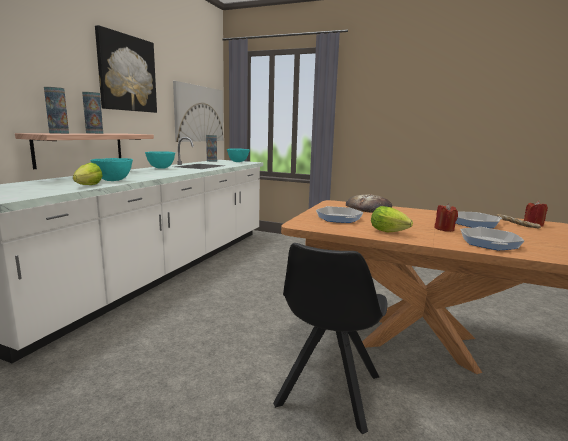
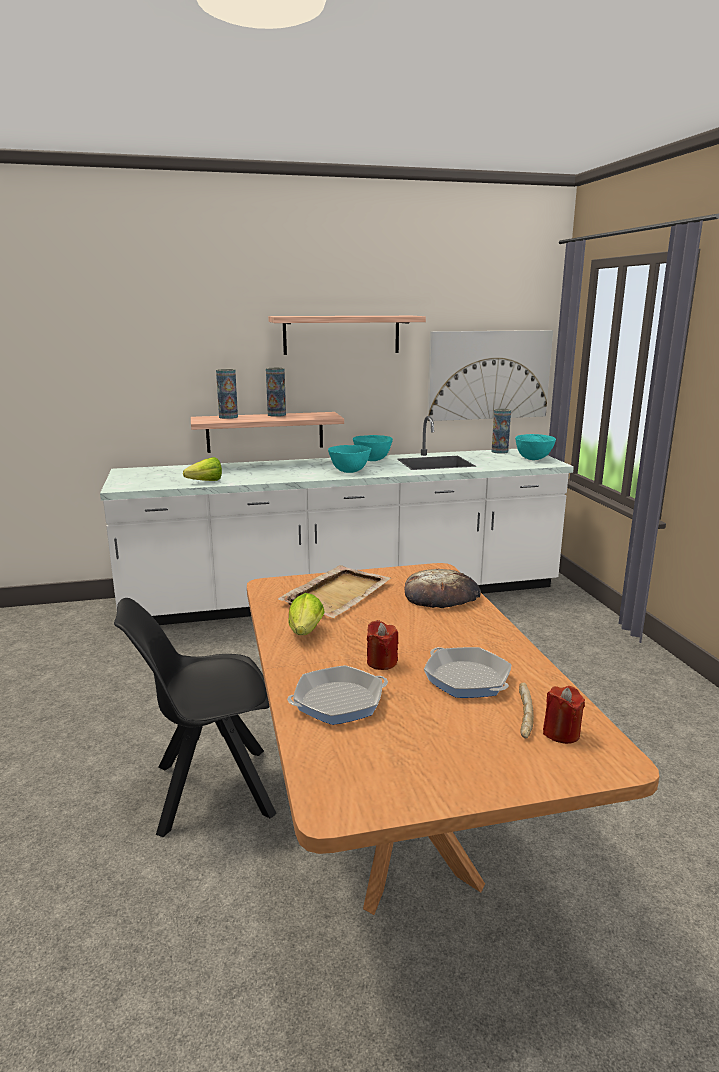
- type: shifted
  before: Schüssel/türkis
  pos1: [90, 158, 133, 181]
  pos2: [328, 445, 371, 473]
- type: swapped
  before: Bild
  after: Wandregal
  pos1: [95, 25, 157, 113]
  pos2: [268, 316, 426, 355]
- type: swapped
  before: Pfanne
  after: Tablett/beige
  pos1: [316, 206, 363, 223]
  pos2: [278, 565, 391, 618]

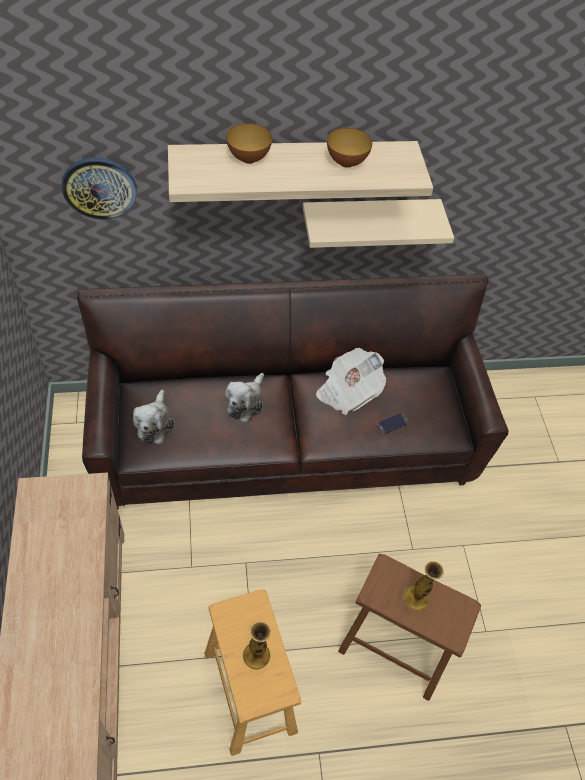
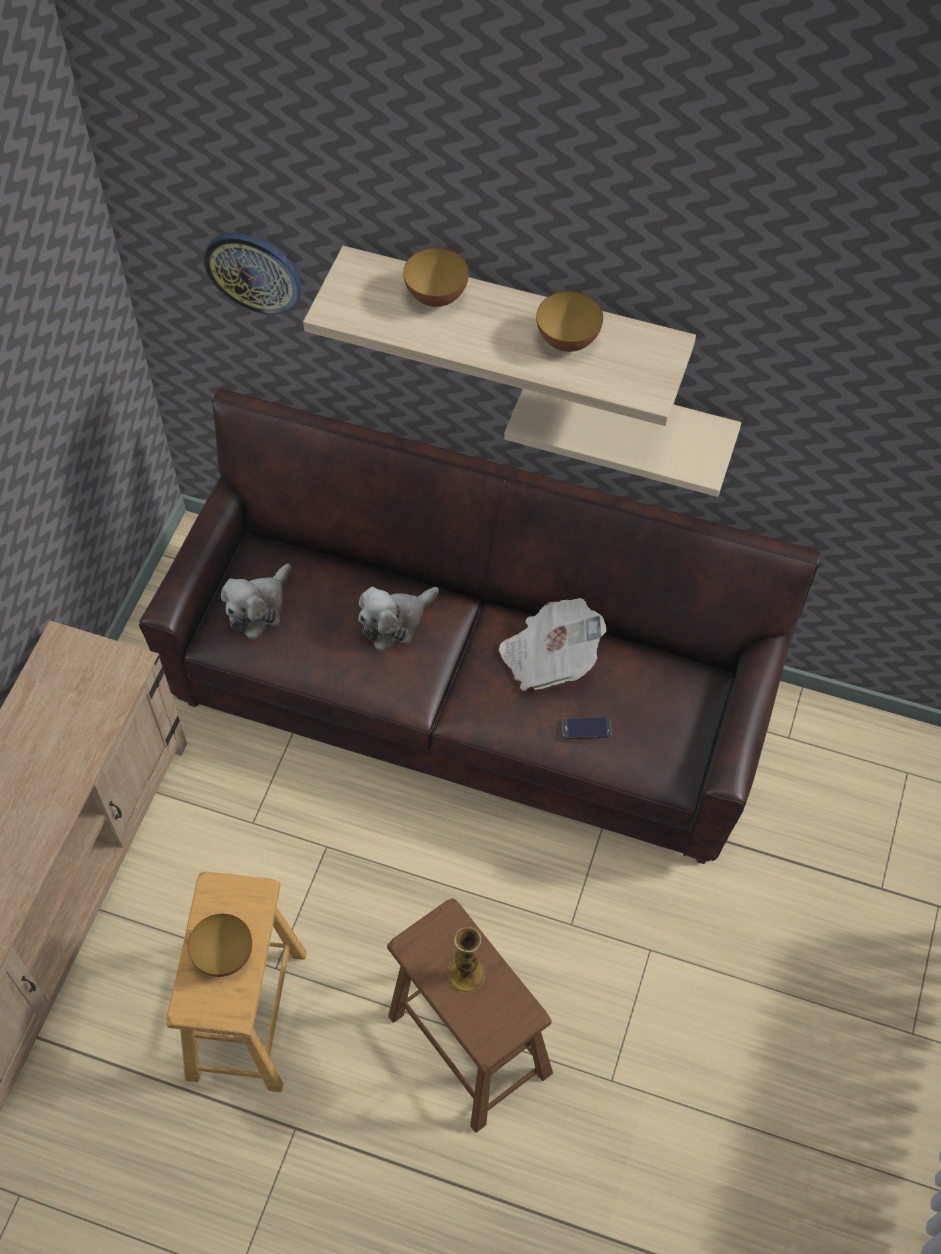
- type: swapped
  before: Vase
  after: Schüssel
  pos1: [243, 622, 271, 670]
  pos2: [188, 914, 252, 977]

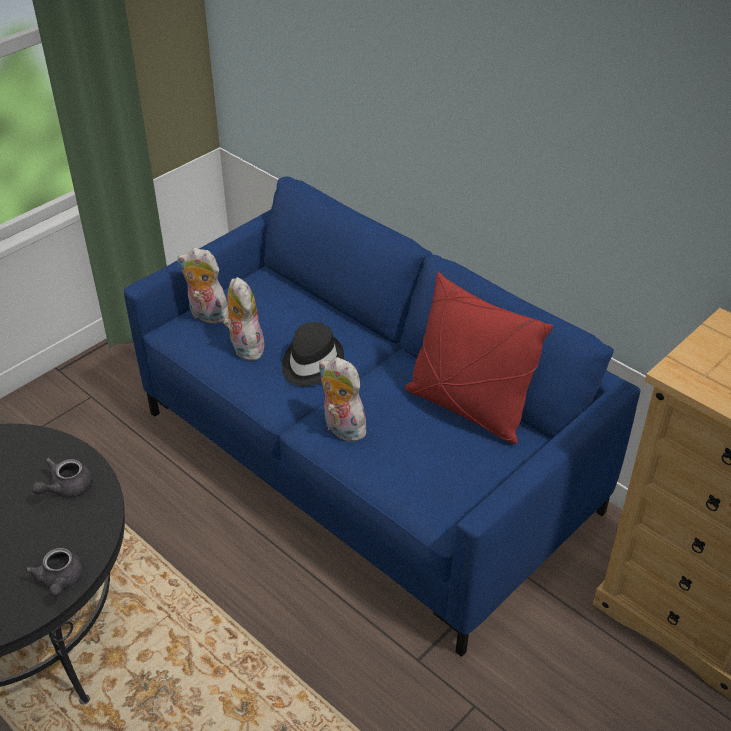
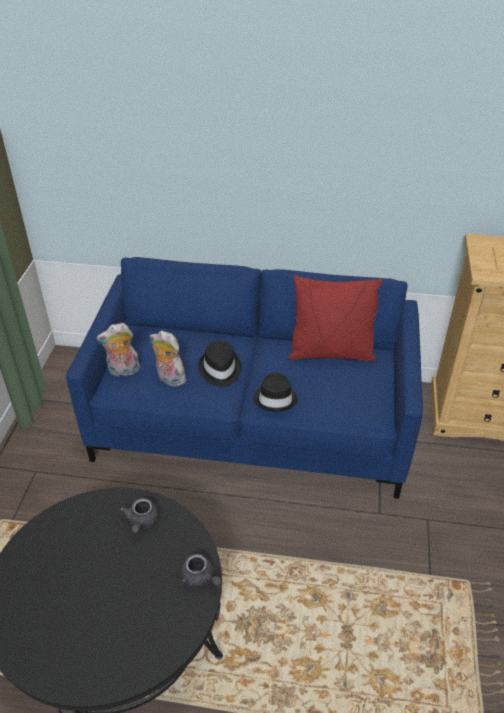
- type: swapped
  before: Plüschtier
  after: Hut/schwarz
  pos1: [319, 357, 368, 442]
  pos2: [253, 372, 298, 411]

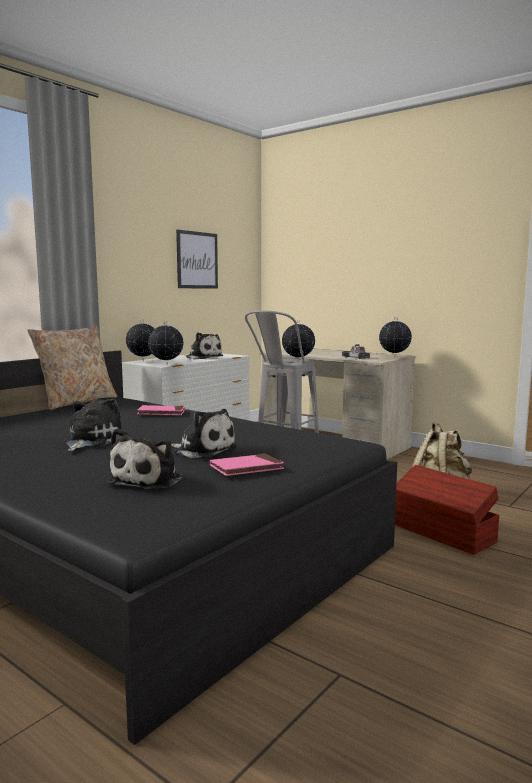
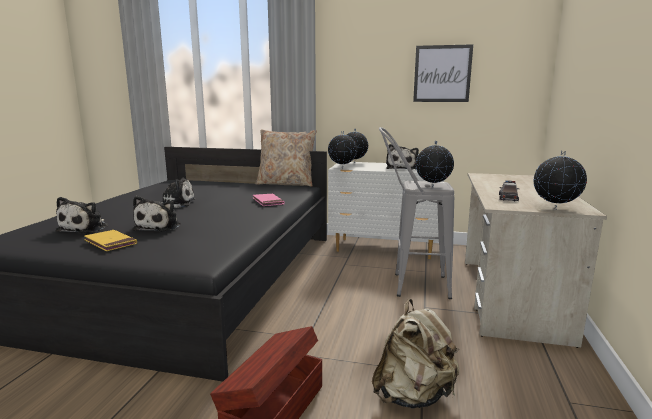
- type: rotated
  before: Plüschtier
  pos1: [107, 428, 182, 490]
  pos2: [55, 197, 108, 233]
  turn: -75
- type: repainted
  before: Buch/rosa
  after: Buch/gelb
  pos1: [210, 453, 284, 476]
  pos2: [84, 230, 137, 251]

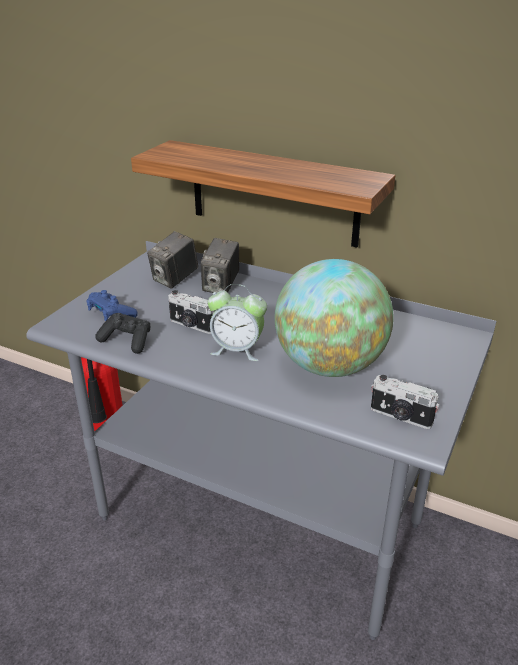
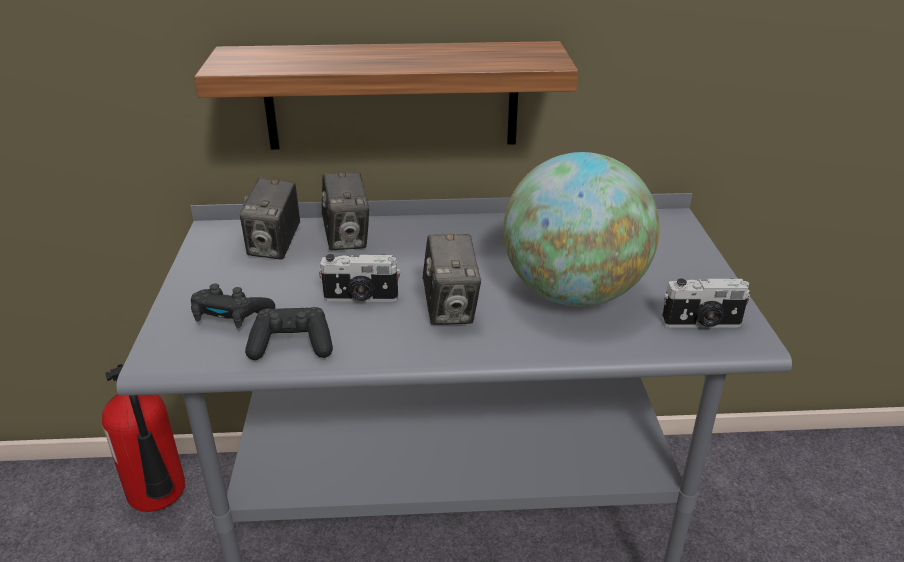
- type: repainted
  before: Gamepad/blau
  after: Gamepad/schwarz
  pos1: [87, 290, 138, 321]
  pos2: [191, 284, 275, 328]
- type: swapped
  before: Wecker
  after: Kamera
  pos1: [208, 284, 267, 361]
  pos2: [423, 234, 481, 325]

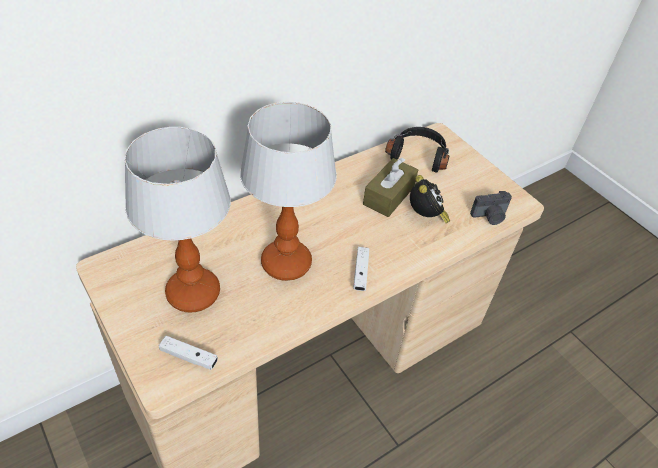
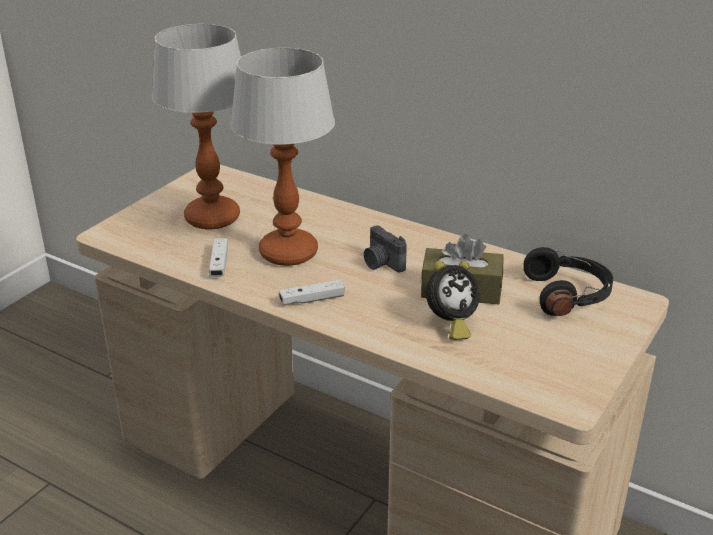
- type: shifted
  before: Gamepad/weiß
  pos1: [159, 336, 218, 370]
  pos2: [209, 238, 228, 277]
- type: shifted
  before: Kamera
  pos1: [470, 191, 512, 225]
  pos2: [364, 225, 407, 273]

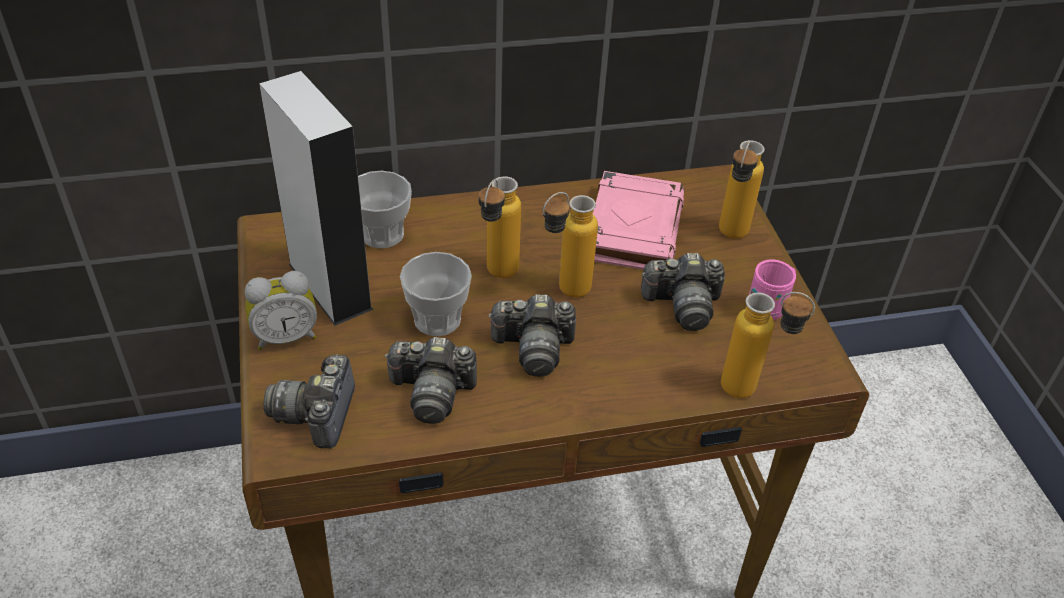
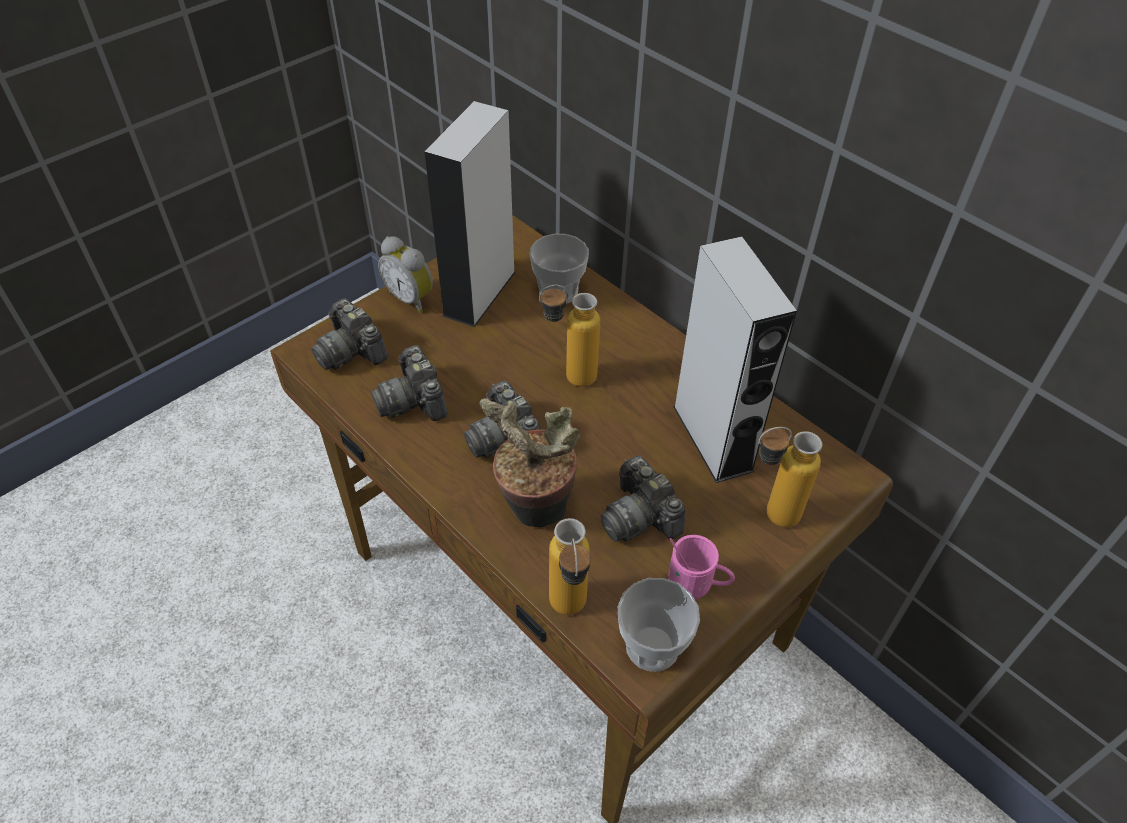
- type: rotated
  before: Kamera
  pos1: [263, 354, 355, 449]
  pos2: [311, 298, 388, 370]
  turn: -105
- type: shifted
  before: Tasse
  pos1: [400, 252, 472, 336]
  pos2: [618, 578, 700, 672]
- type: gone
  before: Flasche
  pos1: [543, 192, 598, 298]
- type: swapped
  before: Buch/rosa
  after: Lautsprecher/grau
  pos1: [593, 171, 684, 270]
  pos2: [673, 236, 797, 483]
- type: new
  after: Topfpflanze
  pos2: [479, 398, 580, 527]

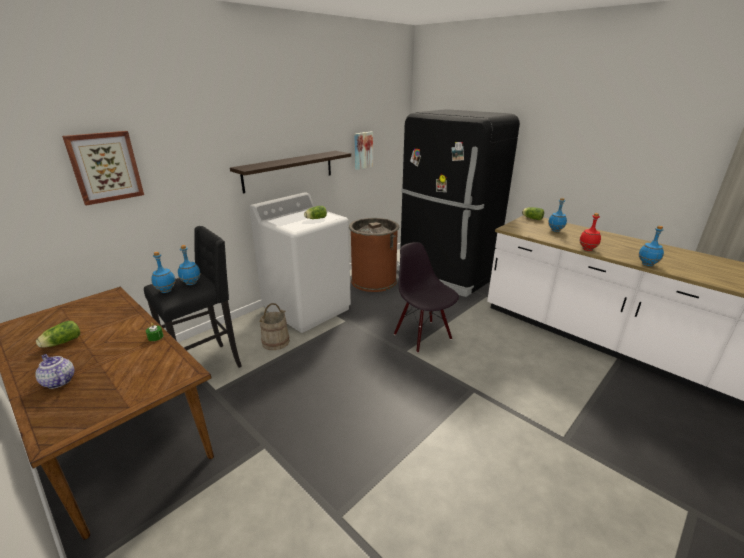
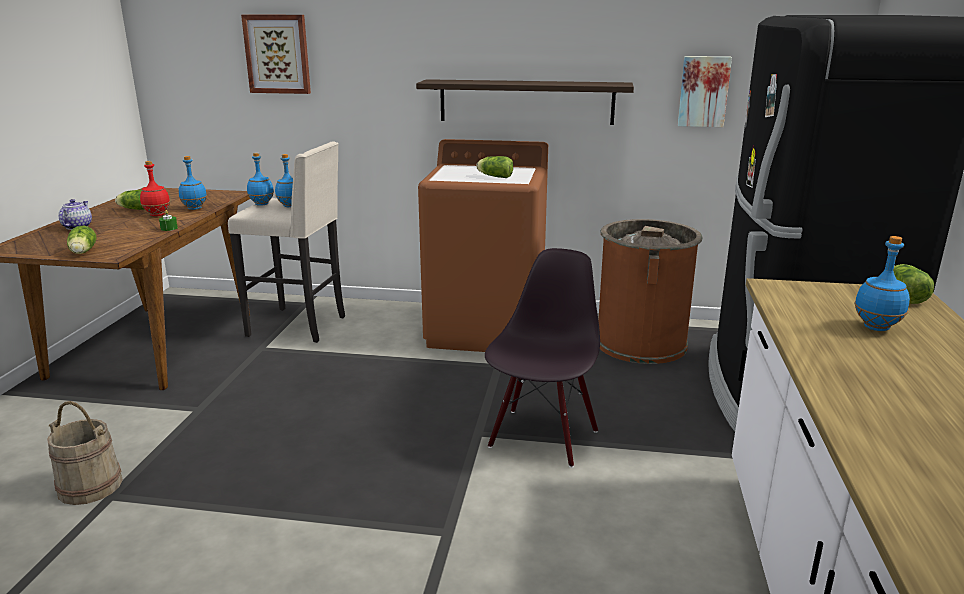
- type: repainted
  before: Hocker/schwarz
  after: Hocker/beige
  pos1: [144, 226, 242, 368]
  pos2: [228, 141, 345, 343]
- type: repainted
  before: Waschmaschine/weiß
  after: Waschmaschine/braun
  pos1: [249, 192, 351, 333]
  pos2: [418, 139, 548, 352]
- type: shifted
  before: Eimer/beige
  pos1: [259, 303, 290, 350]
  pos2: [47, 401, 123, 505]
- type: shifted
  before: Flasche/rot
  pos1: [579, 213, 601, 251]
  pos2: [140, 161, 170, 216]
- type: shifted
  before: Flasche/blau
  pos1: [638, 226, 664, 266]
  pos2: [178, 156, 207, 210]
- type: new
  after: Salatkopf
  pos2: [67, 226, 97, 254]

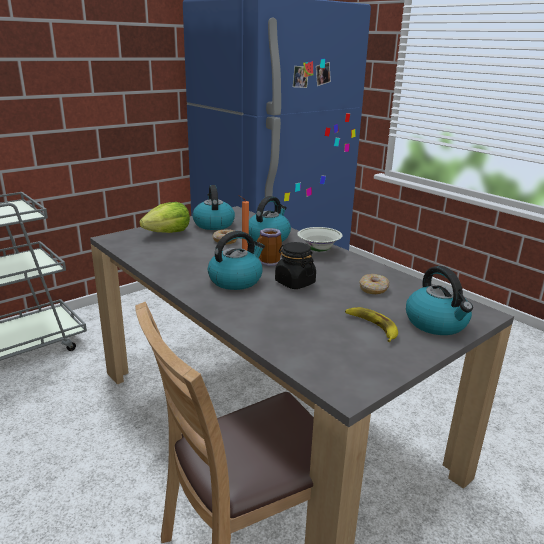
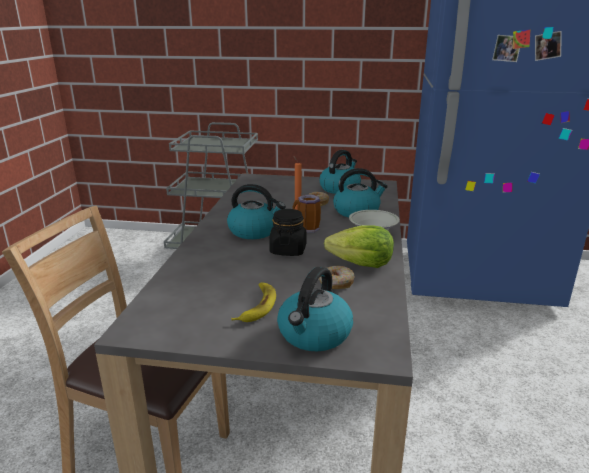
- type: shifted
  before: Salatkopf
  pos1: [139, 202, 190, 233]
  pos2: [324, 225, 394, 268]

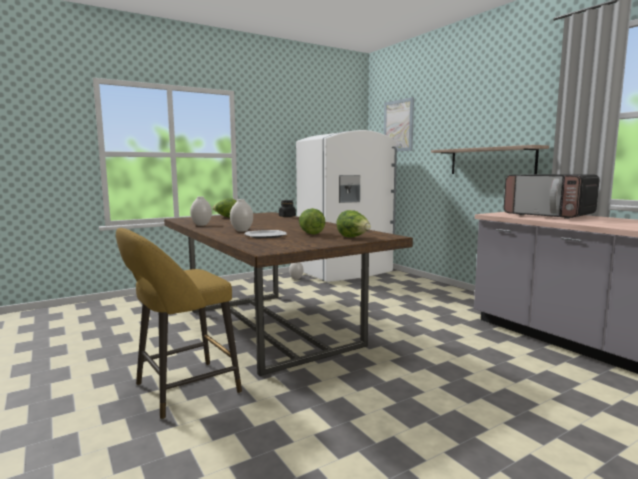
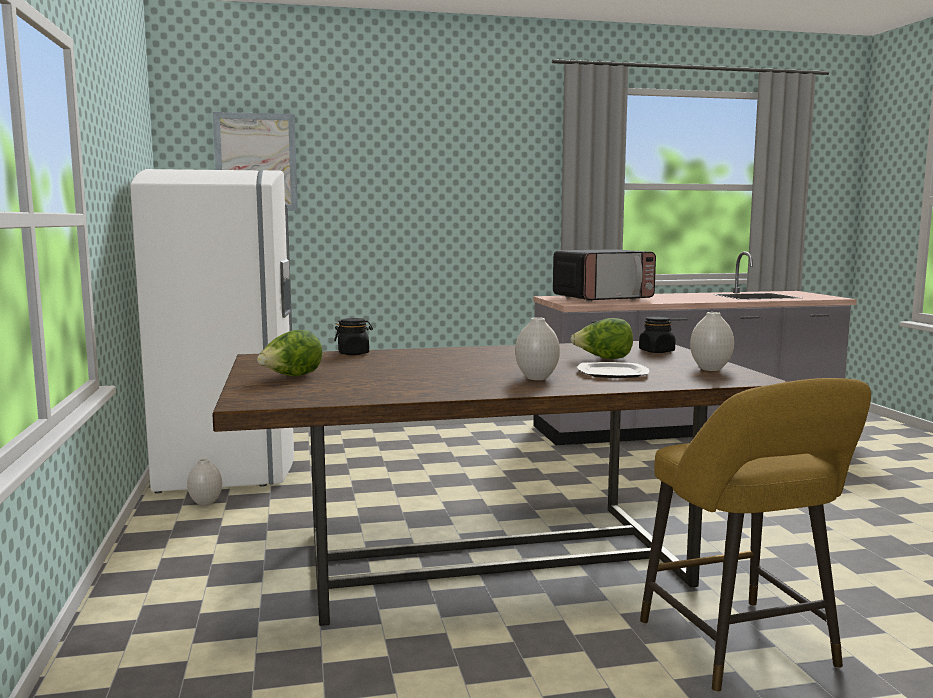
- type: shifted
  before: Vase/weiß
  pos1: [190, 196, 212, 226]
  pos2: [690, 312, 734, 371]
- type: swapped
  before: Salatkopf
  after: Vorratsglas/schwarz
  pos1: [336, 210, 371, 237]
  pos2: [639, 317, 676, 353]
- type: gone
  before: Wandregal
  pos1: [431, 145, 549, 174]

